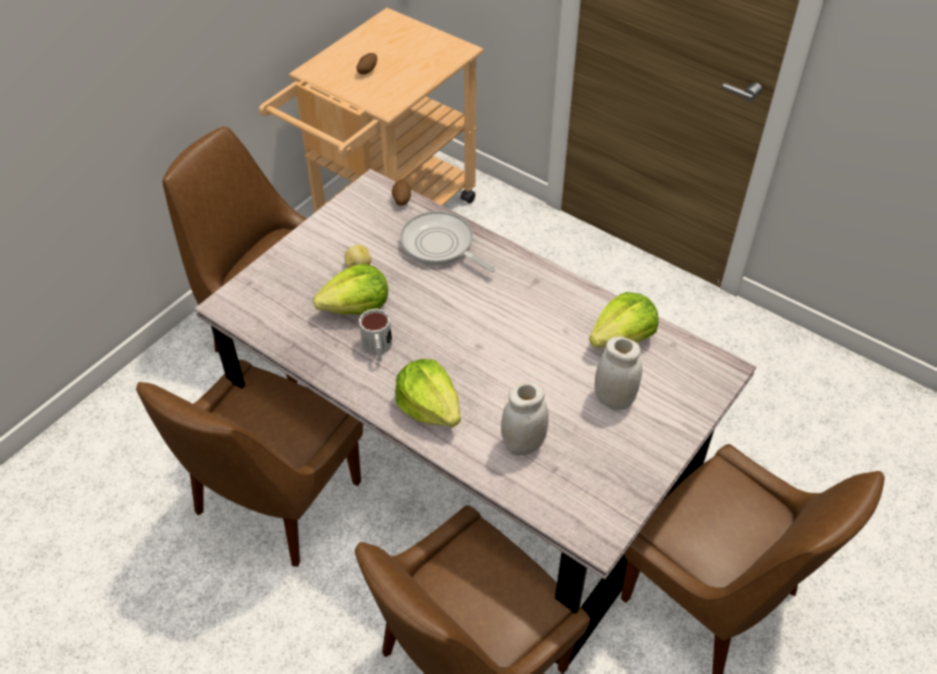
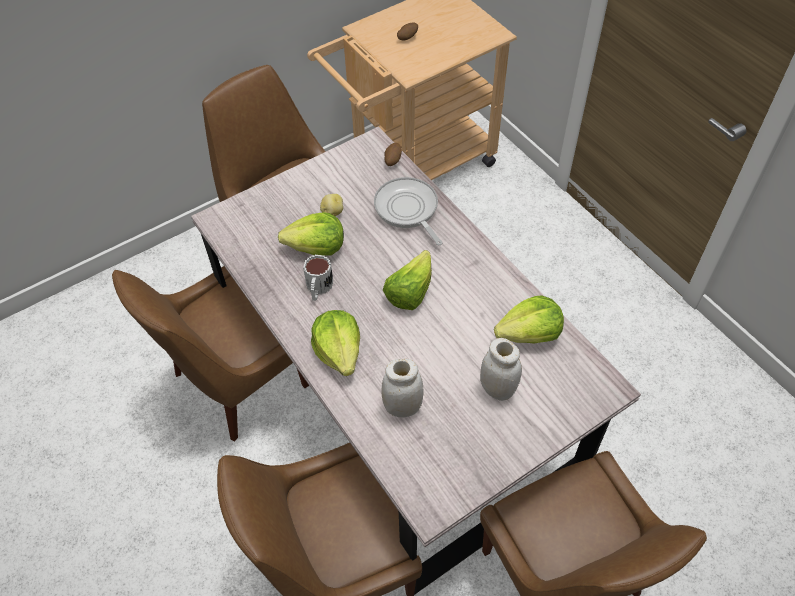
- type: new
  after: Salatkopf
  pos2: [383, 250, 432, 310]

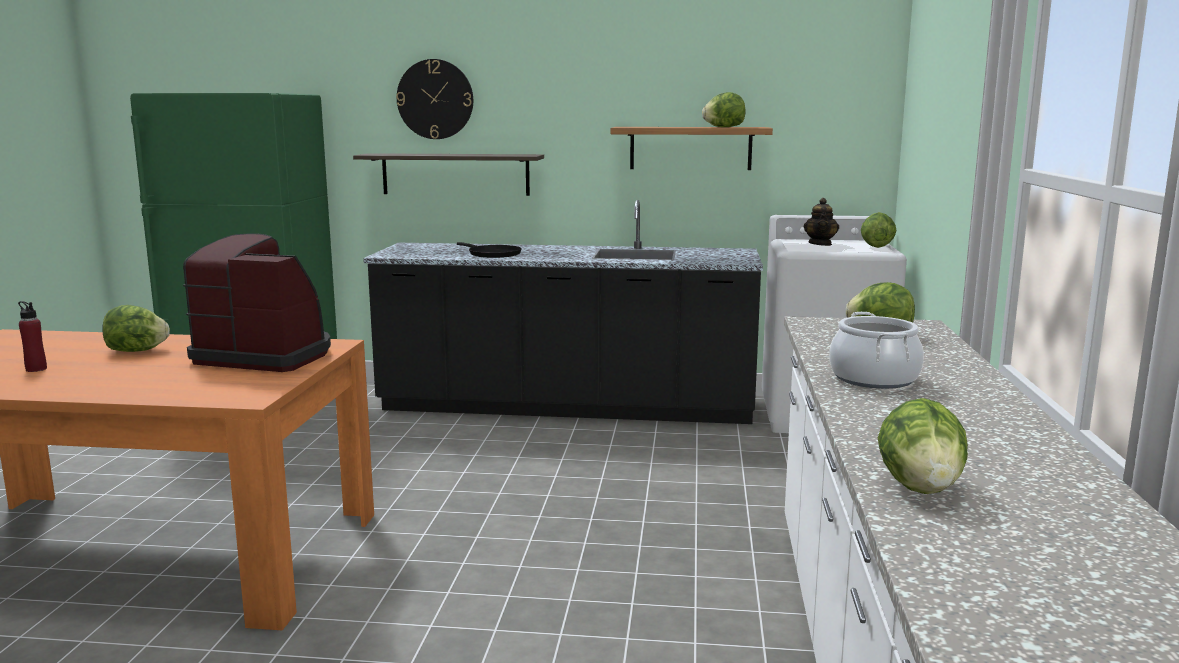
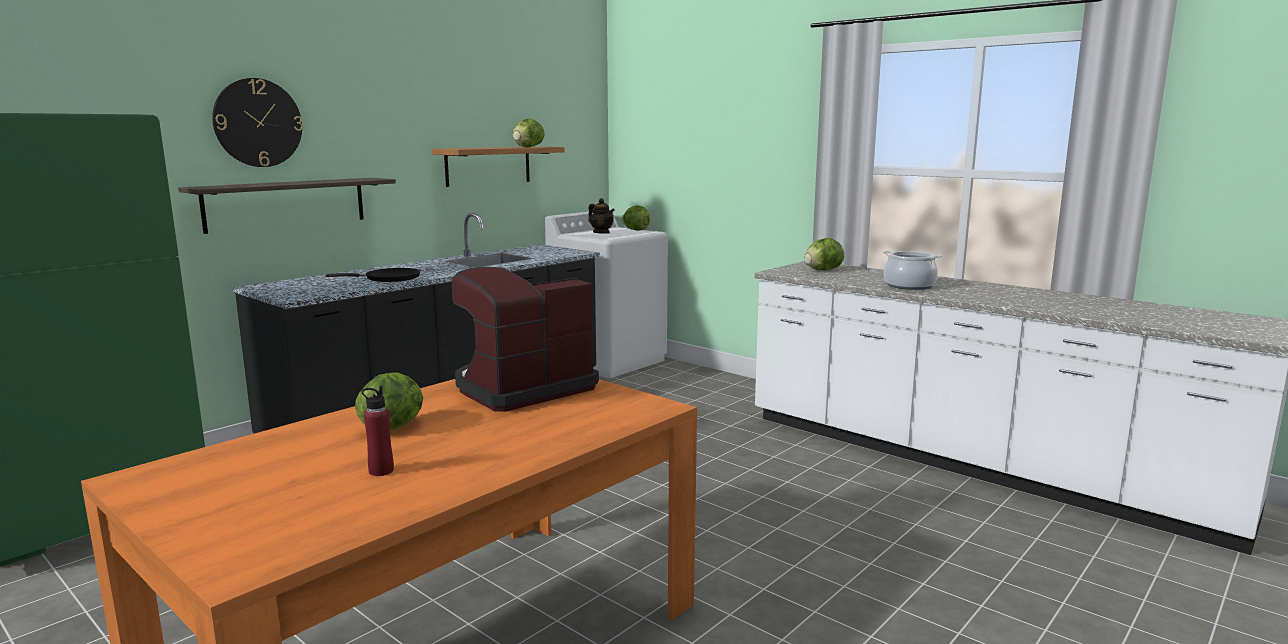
- type: gone
  before: Salatkopf
  pos1: [878, 398, 968, 494]

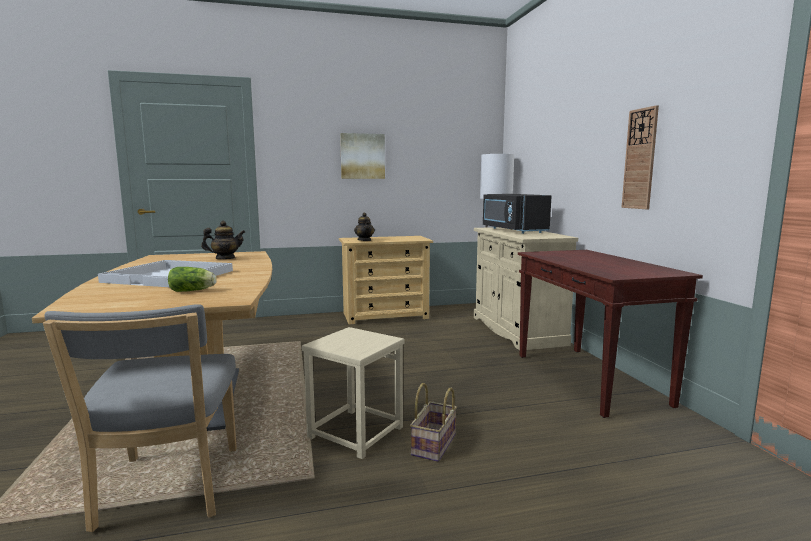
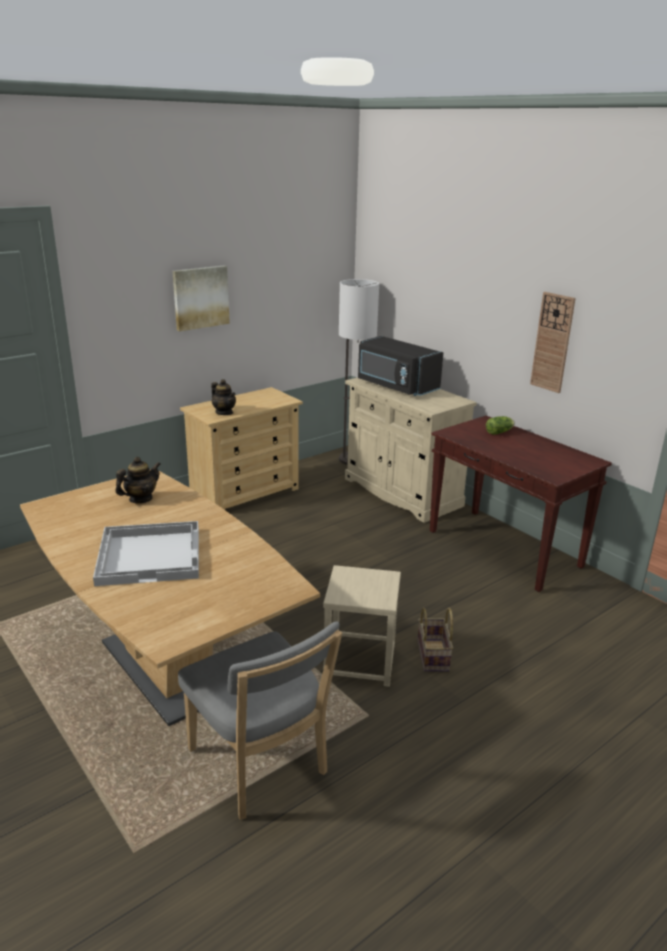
- type: shifted
  before: Salatkopf
  pos1: [168, 267, 217, 292]
  pos2: [486, 416, 515, 435]

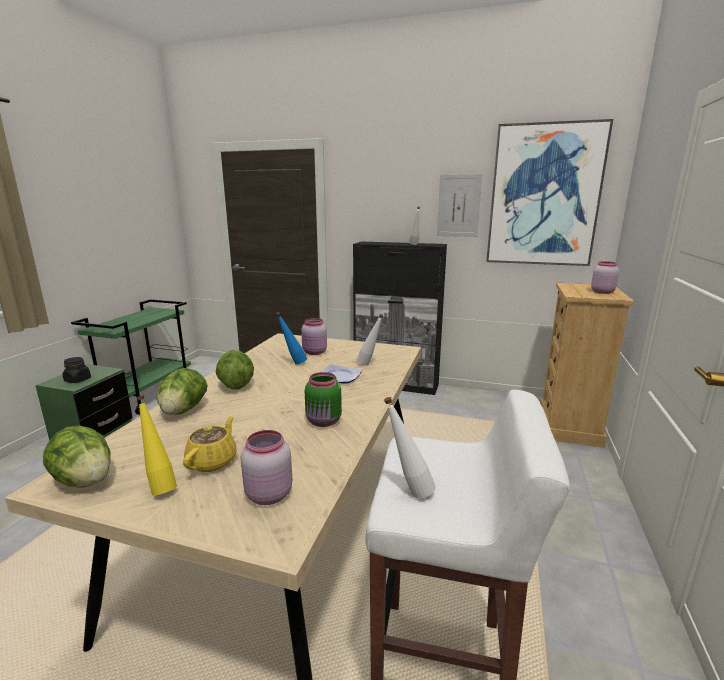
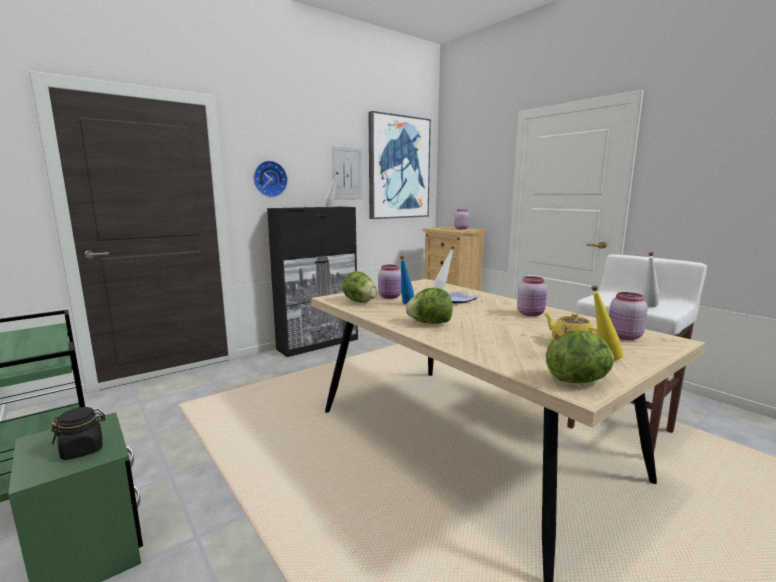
- type: shifted
  before: Salatkopf
  pos1: [157, 368, 207, 415]
  pos2: [342, 271, 377, 303]
- type: repainted
  before: Vorratsglas/grün
  after: Vorratsglas/rosa
  pos1: [305, 372, 342, 427]
  pos2: [517, 276, 547, 316]
- type: new
  after: Wanduhr
  pos2: [254, 161, 288, 197]

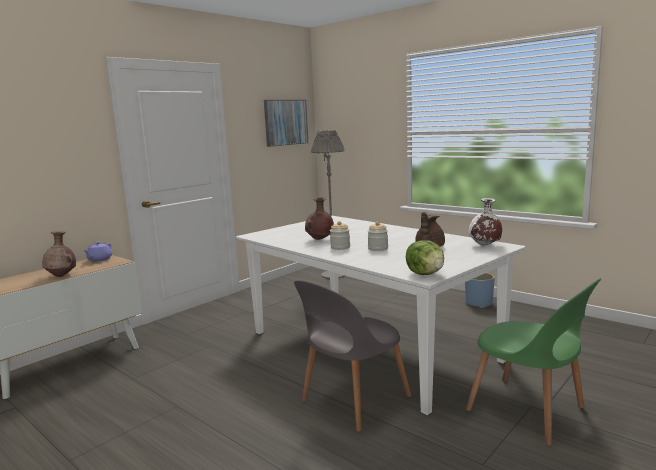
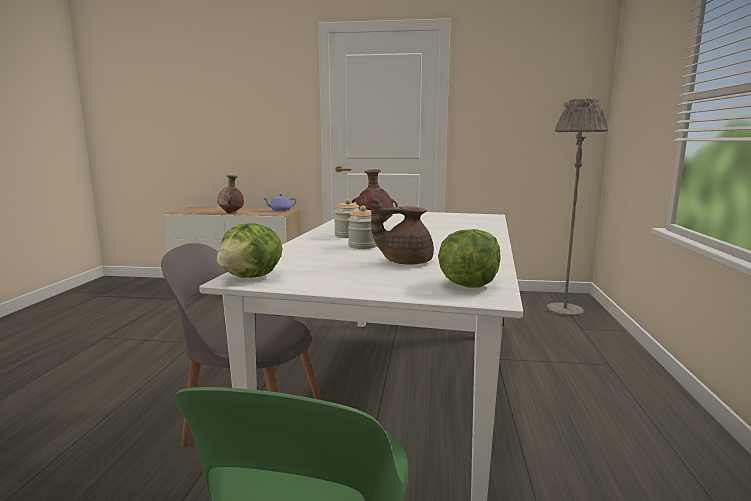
- type: gone
  before: Bild
  pos1: [264, 100, 308, 147]
- type: gone
  before: Pflanzkübel/blau
  pos1: [465, 273, 495, 308]
- type: swapped
  before: Vase/weiß
  after: Salatkopf
  pos1: [468, 198, 502, 245]
  pos2: [438, 229, 501, 287]

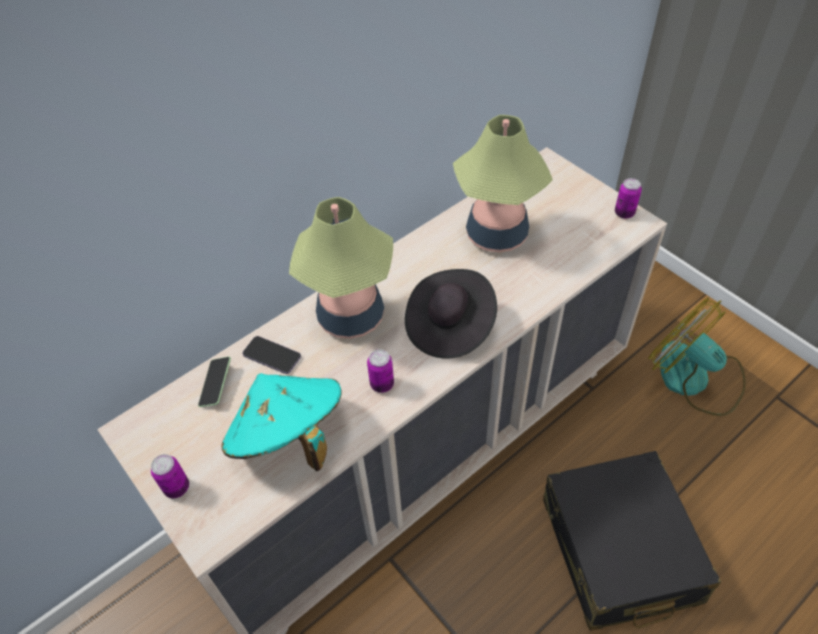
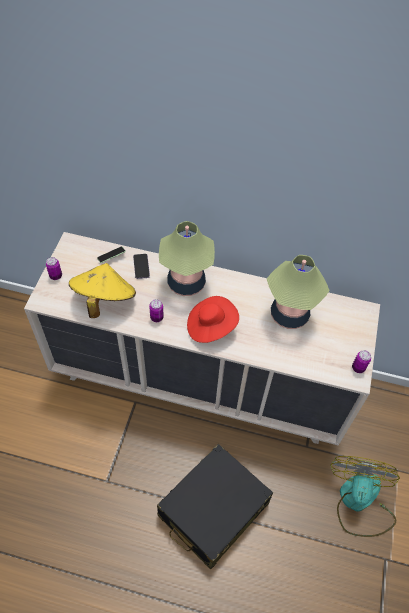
- type: repainted
  before: Hut/türkis
  after: Hut/gelb
  pos1: [222, 373, 342, 471]
  pos2: [69, 263, 136, 318]
- type: repainted
  before: Hut/schwarz
  after: Hut/rot
  pos1: [405, 269, 497, 359]
  pos2: [187, 296, 239, 343]

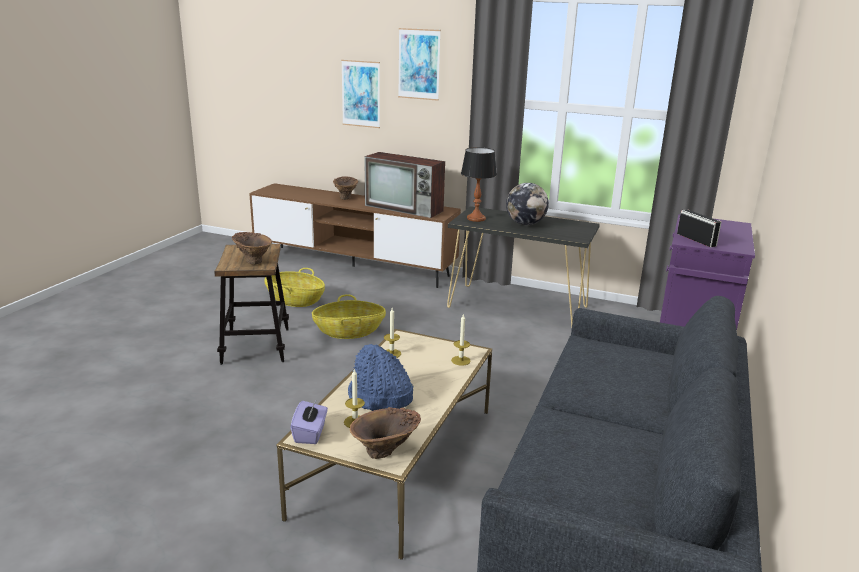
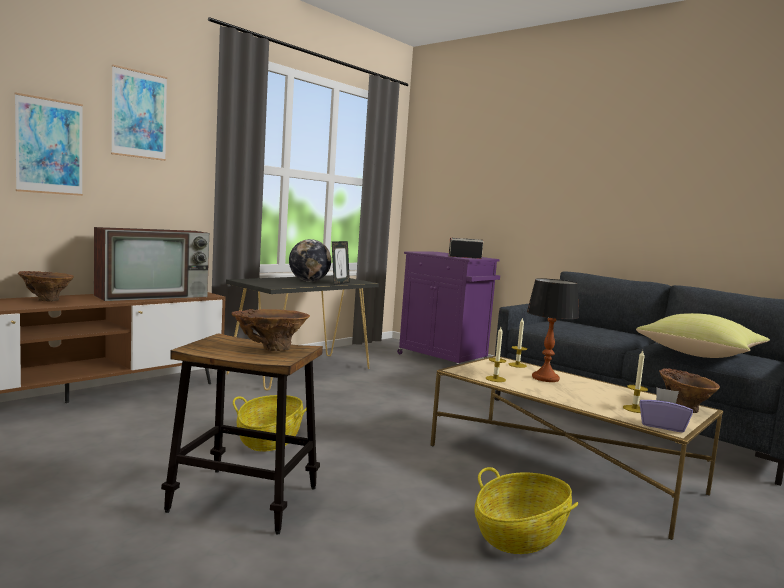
- type: shifted
  before: Korb
  pos1: [265, 268, 325, 307]
  pos2: [475, 467, 578, 554]
- type: gone
  before: Hut/blau
  pos1: [348, 344, 413, 411]
- type: shifted
  before: Tischlampe
  pos1: [461, 147, 497, 222]
  pos2: [527, 278, 579, 382]
- type: new
  after: Bilderrahmen
  pos2: [332, 241, 350, 285]
- type: new
  after: Kissen/gelb
  pos2: [636, 313, 770, 358]

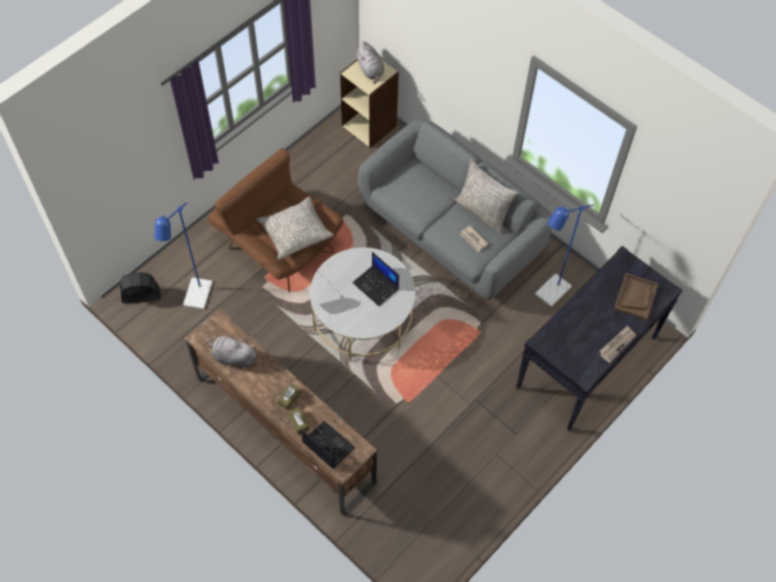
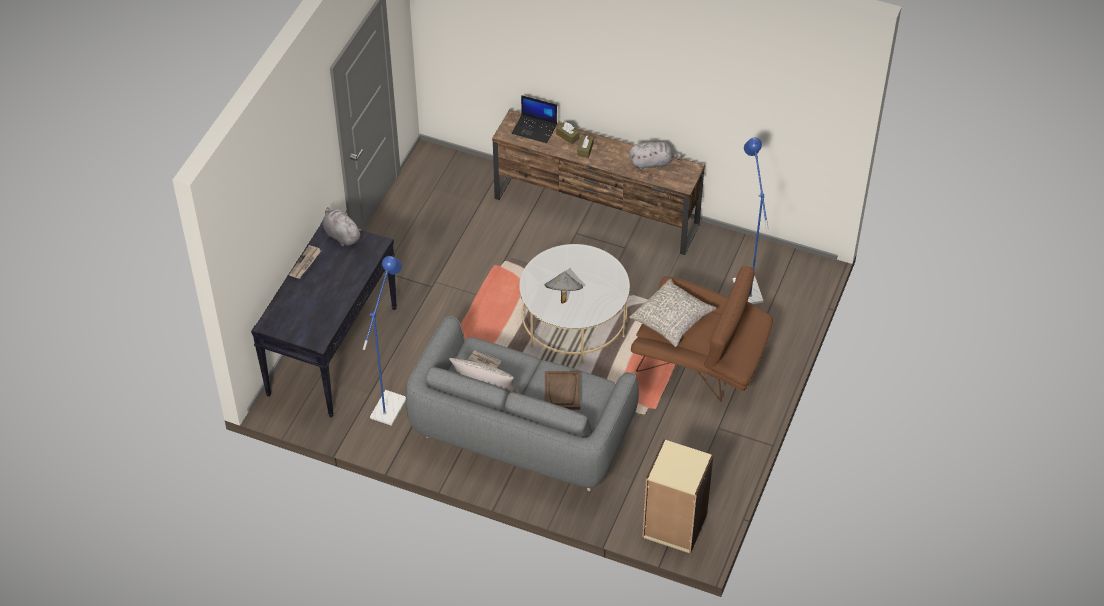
- type: gone
  before: Ventilator/schwarz
  pos1: [119, 272, 161, 303]
- type: swapped
  before: Laptop
  after: Hut/grau
  pos1: [352, 252, 399, 306]
  pos2: [545, 272, 583, 304]
- type: shifted
  before: Plüschtier/grau
  pos1: [355, 41, 384, 84]
  pos2: [323, 207, 362, 246]
- type: shifted
  before: Tablett/braun
  pos1: [614, 273, 658, 321]
  pos2: [545, 371, 580, 410]

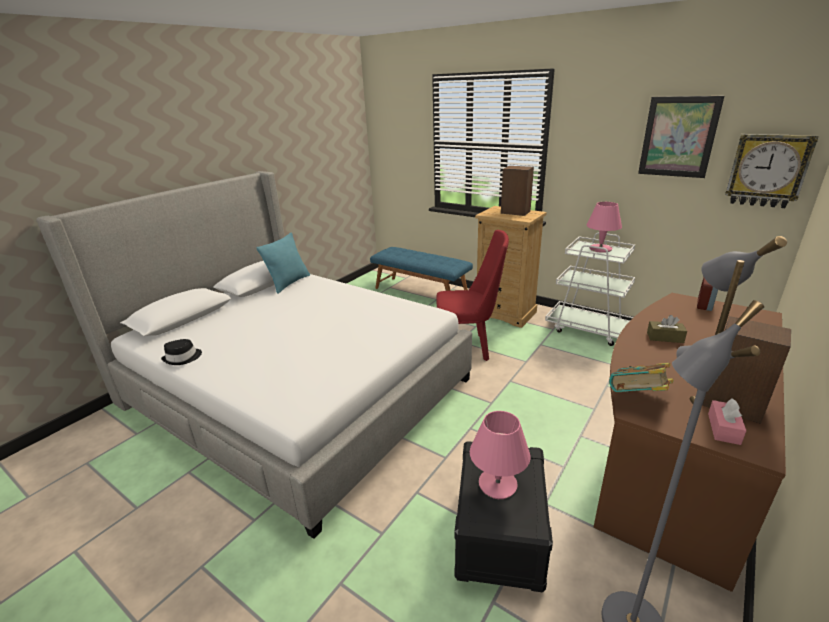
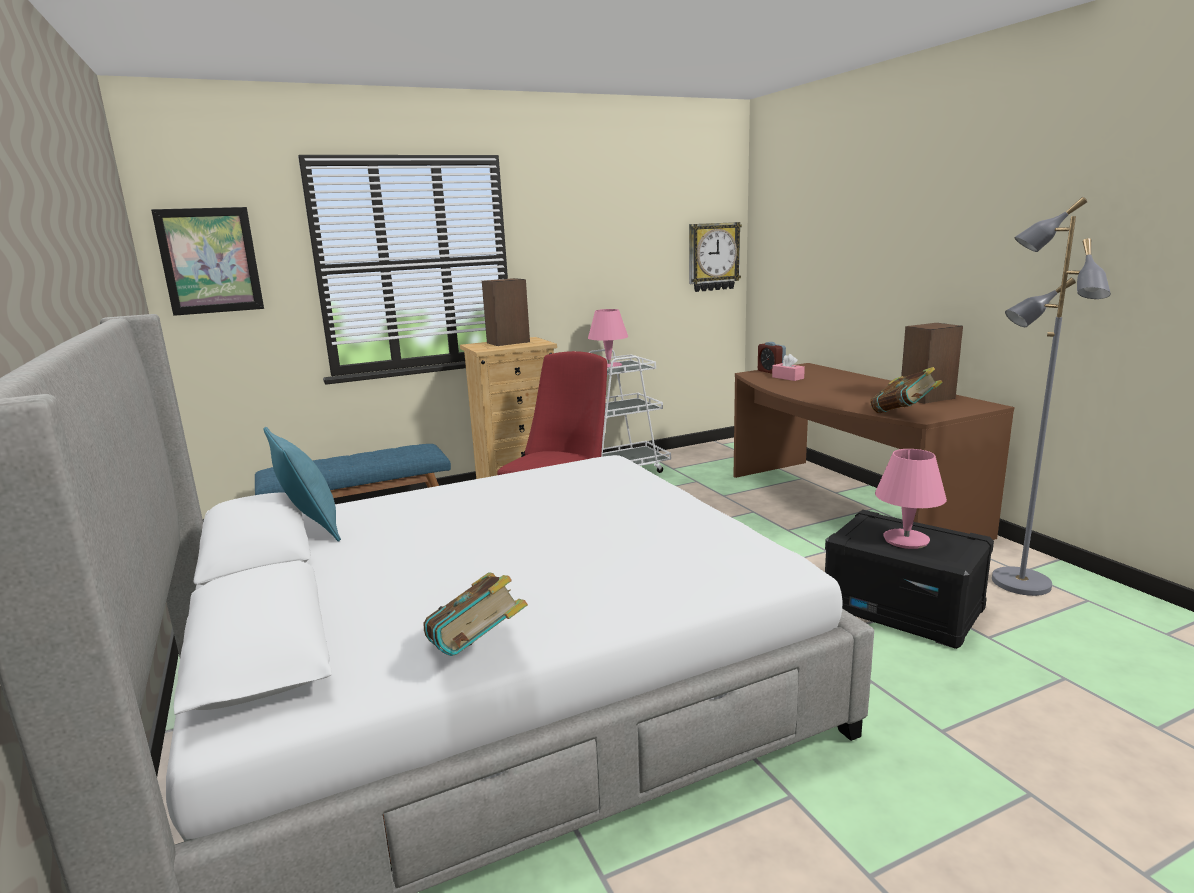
- type: swapped
  before: Hut/schwarz
  after: Buch
  pos1: [161, 339, 202, 365]
  pos2: [424, 572, 528, 656]
- type: shifted
  before: Bild
  pos1: [638, 96, 724, 178]
  pos2: [151, 207, 264, 316]
- type: gone
  before: Taschentuchbox/braun
  pos1: [647, 315, 687, 343]
- type: shifted
  before: Taschentuchbox/rosa
  pos1: [708, 398, 746, 445]
  pos2: [772, 354, 805, 381]

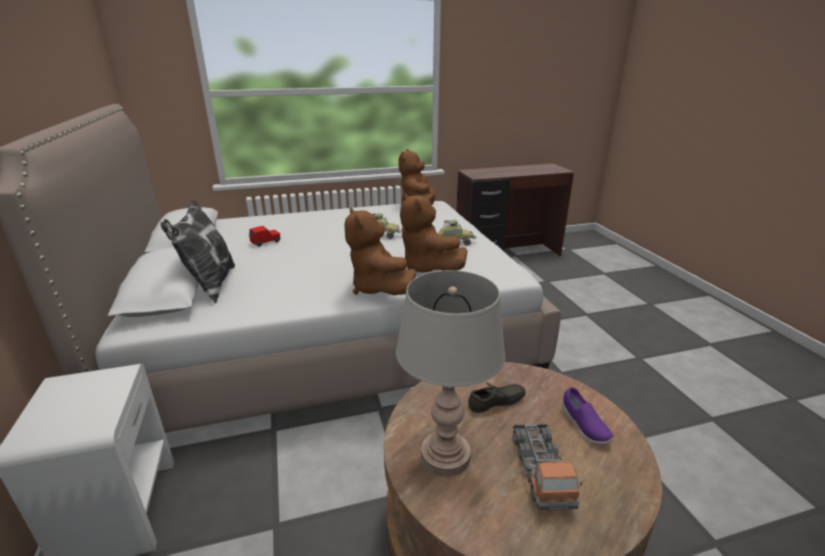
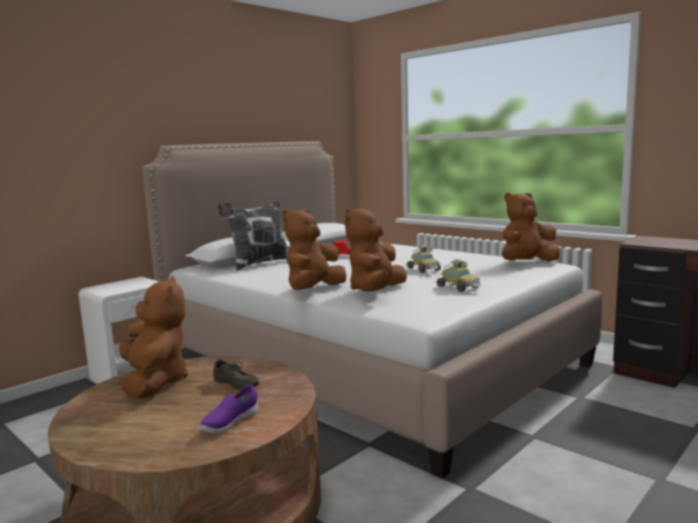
- type: swapped
  before: Tischlampe/grau
  after: Plüschtier/braun
  pos1: [396, 270, 506, 476]
  pos2: [119, 276, 188, 398]
- type: gone
  before: Spielzeuglaster
  pos1: [513, 423, 583, 510]

